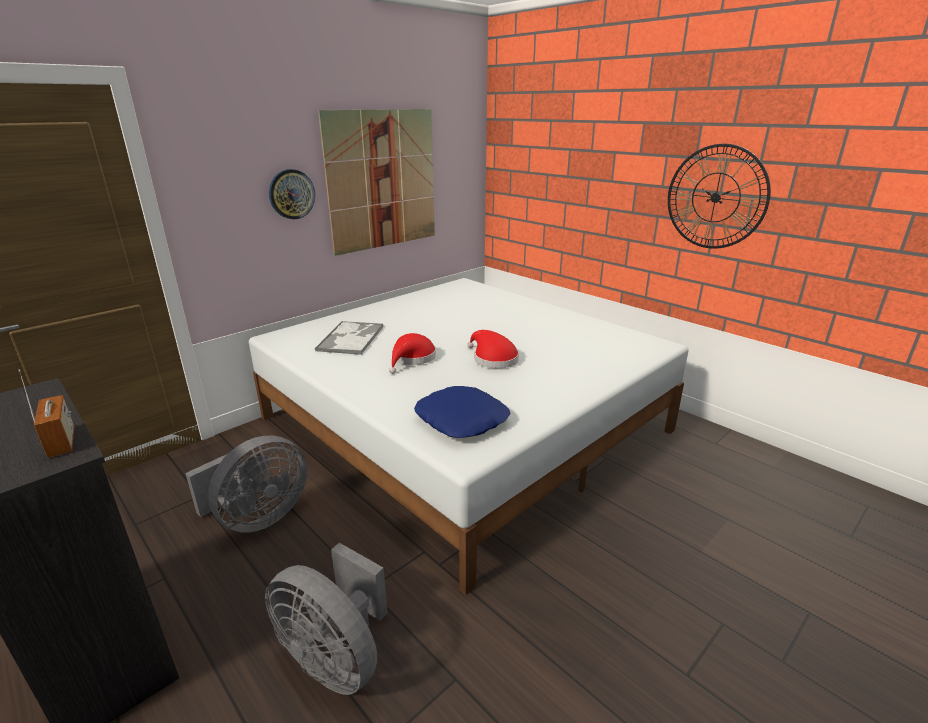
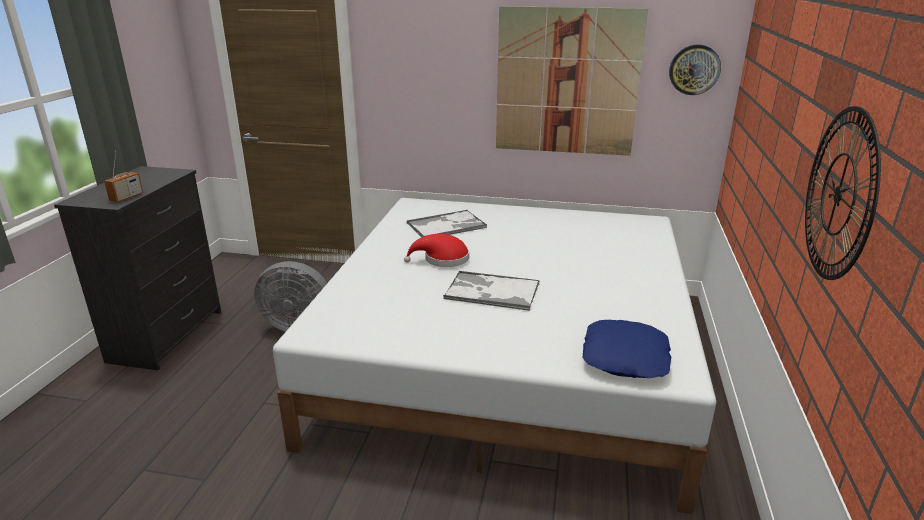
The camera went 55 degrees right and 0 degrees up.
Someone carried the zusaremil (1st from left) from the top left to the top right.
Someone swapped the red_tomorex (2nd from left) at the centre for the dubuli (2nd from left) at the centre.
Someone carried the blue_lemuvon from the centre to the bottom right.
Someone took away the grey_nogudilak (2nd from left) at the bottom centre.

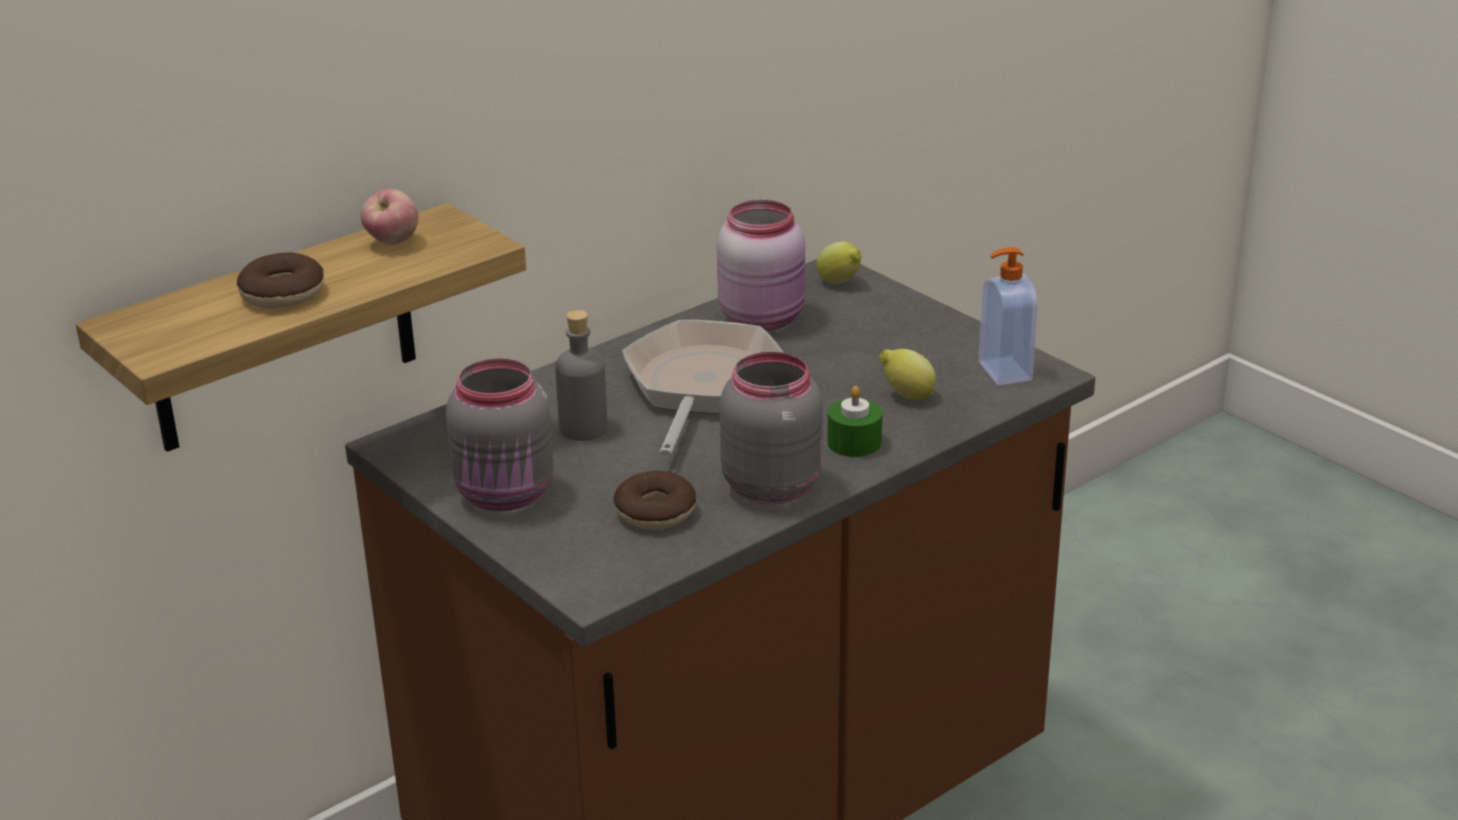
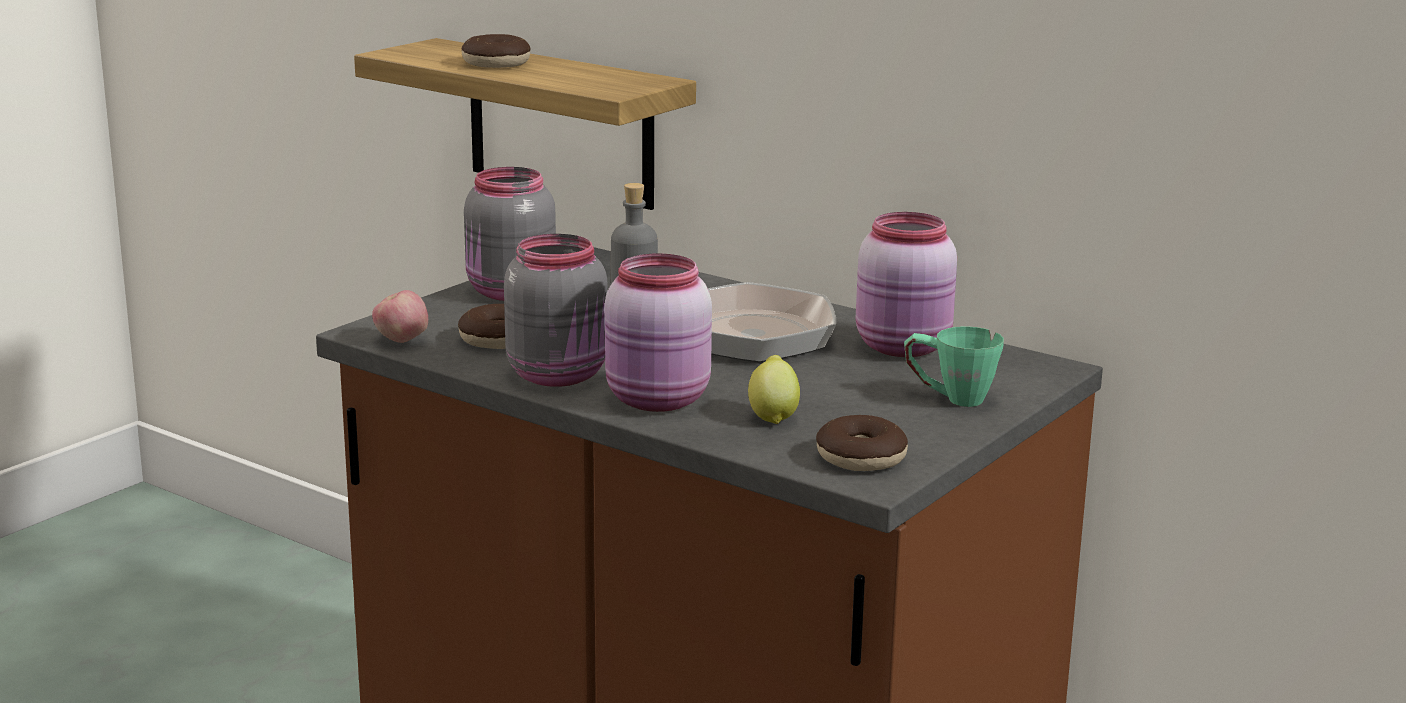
The camera went 75 degrees right and 10 degrees down.
Someone carried the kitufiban from the top left to the middle left.
Someone took away the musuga (1st from left) at the top centre.
Someone swapped the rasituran at the middle right for the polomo (3rd from left) at the centre.
Someone swapped the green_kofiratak at the centre for the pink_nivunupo (1st from left) at the centre.
Someone put down the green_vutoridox at the middle right.

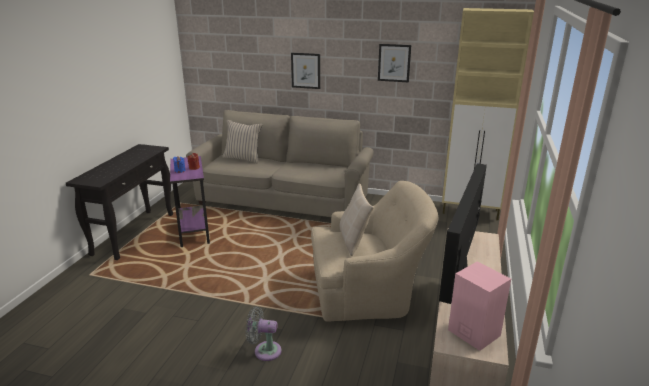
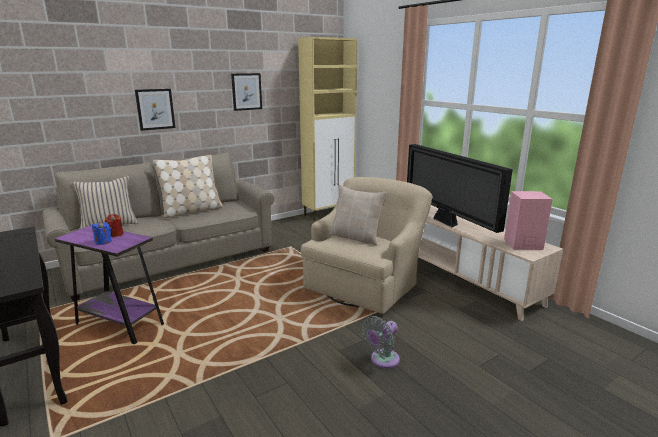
The camera went 50 degrees left and 5 degrees down.
Someone put down the beige_lemuvon (2nd from left) at the middle left.

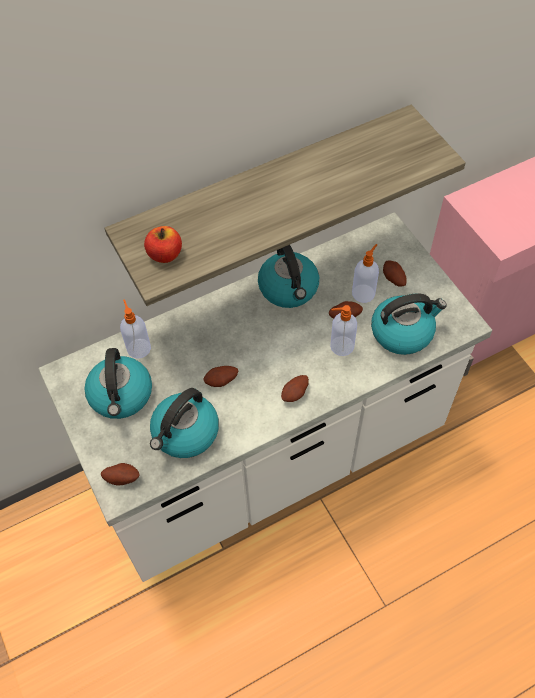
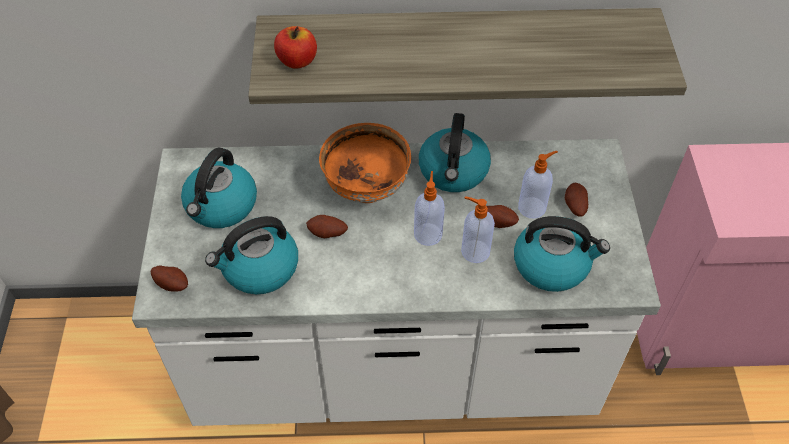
The camera went 25 degrees right and 5 degrees down.
Someone carried the rasituran (1st from left) from the middle left to the centre.
Someone took away the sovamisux (3rd from left) at the centre.
Someone put down the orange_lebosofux at the centre.

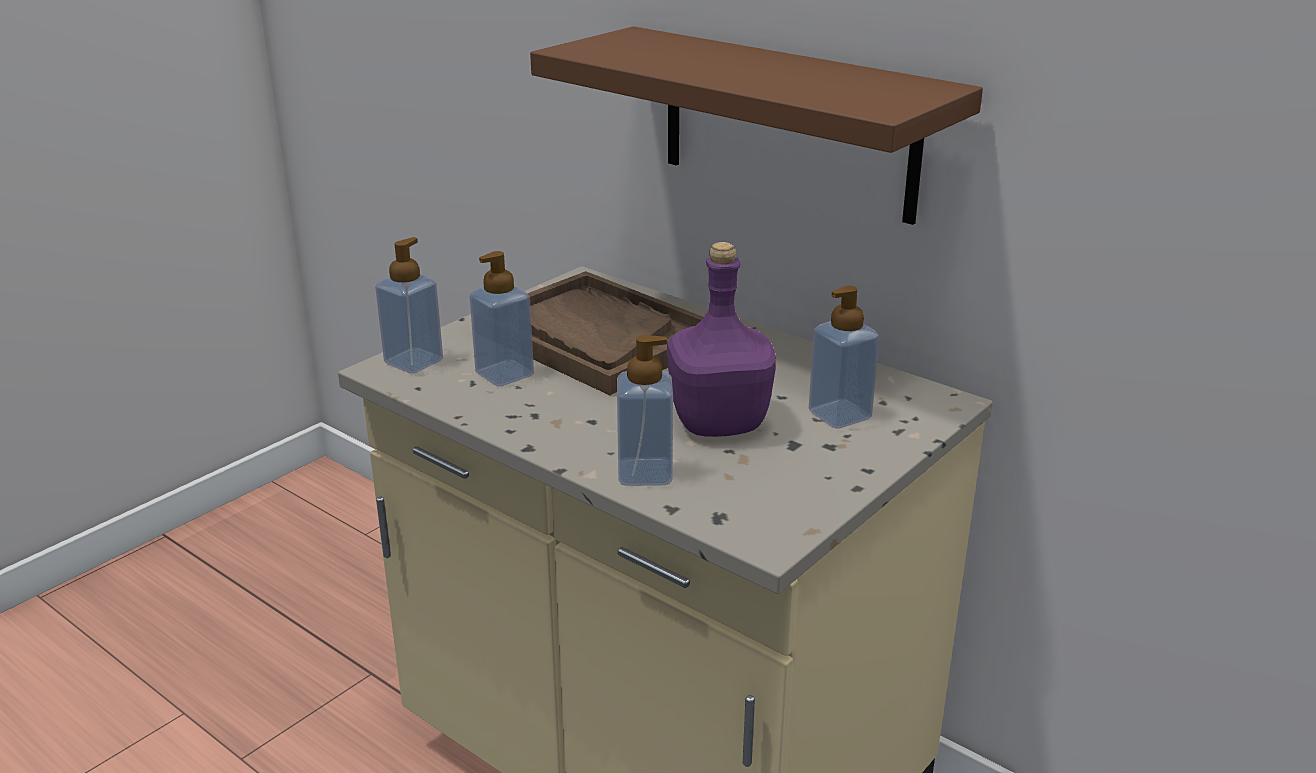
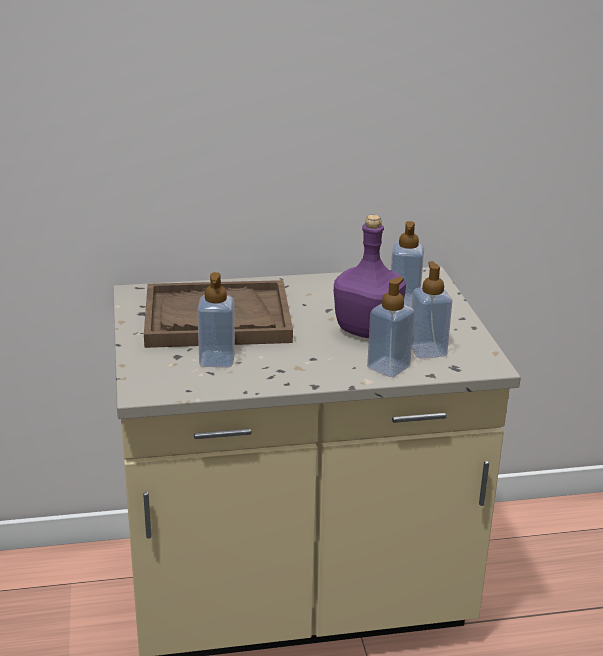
The camera went 50 degrees left and 0 degrees up.
Someone took away the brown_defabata at the top centre.
Someone carried the rasituran (1st from left in the first image) from the middle left to the middle right.

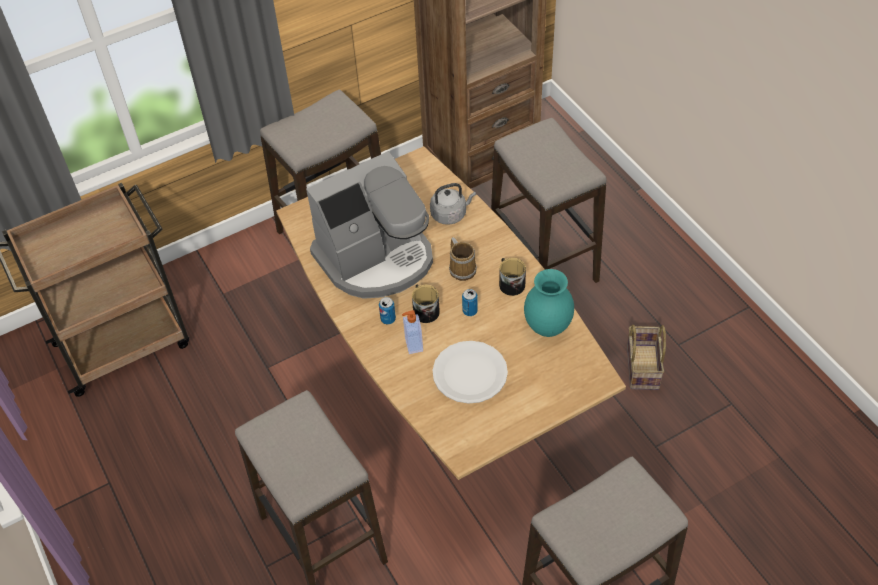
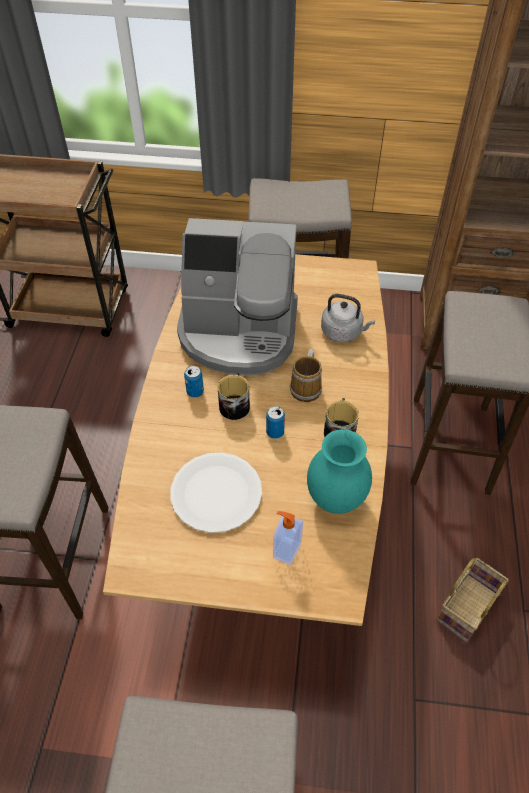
The camera went 35 degrees right and 0 degrees up.
Someone carried the rasituran from the centre to the bottom centre.

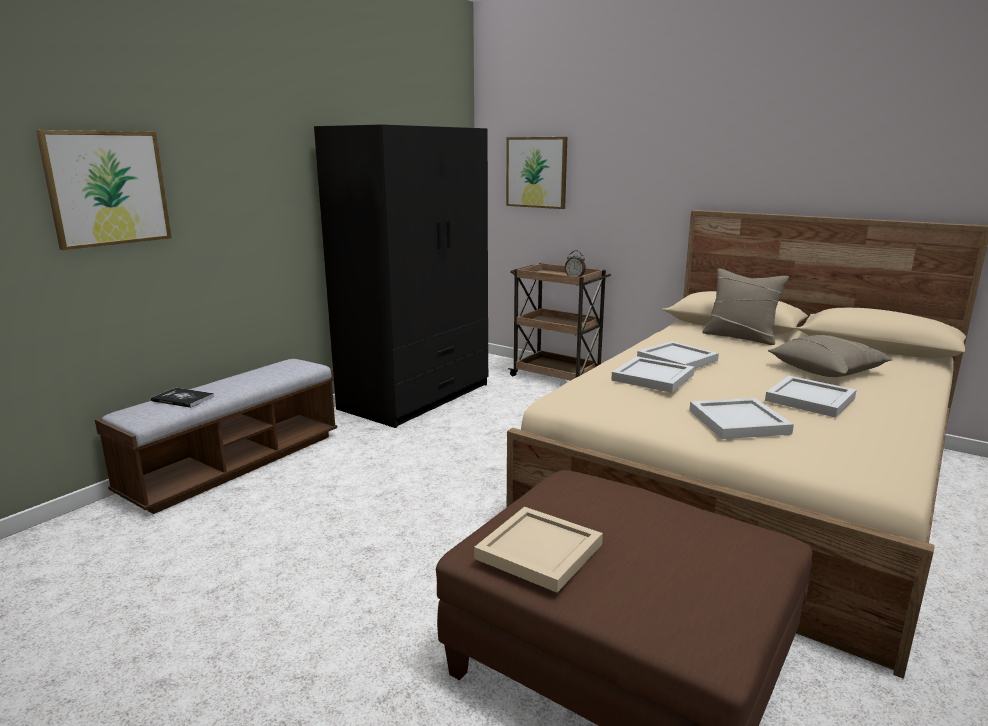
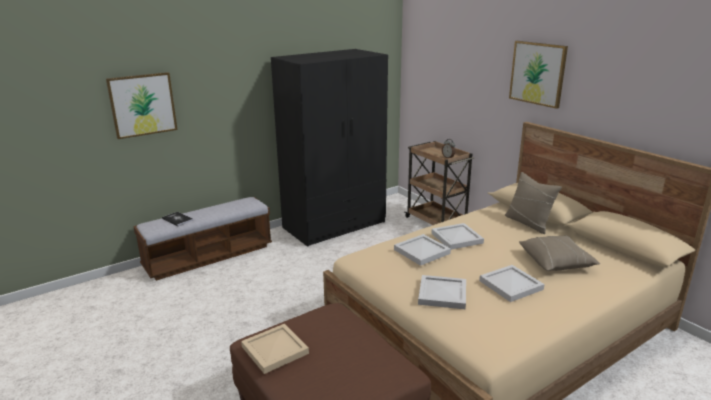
The camera went 20 degrees right and 5 degrees up.
Someone carried the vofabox (2nd from left) from the top centre to the top right.

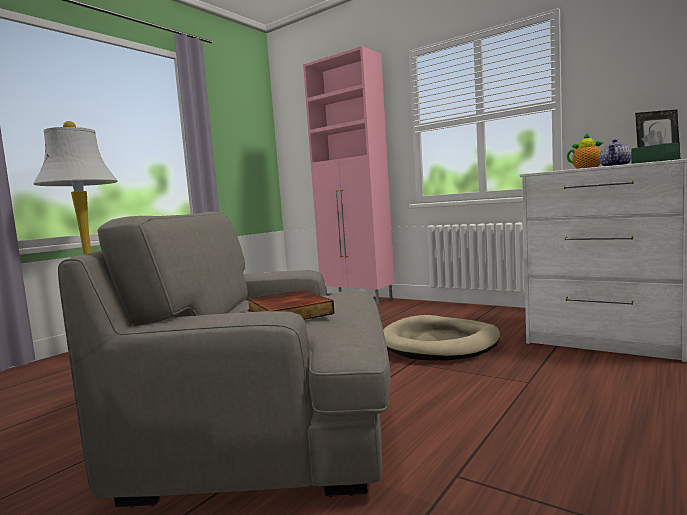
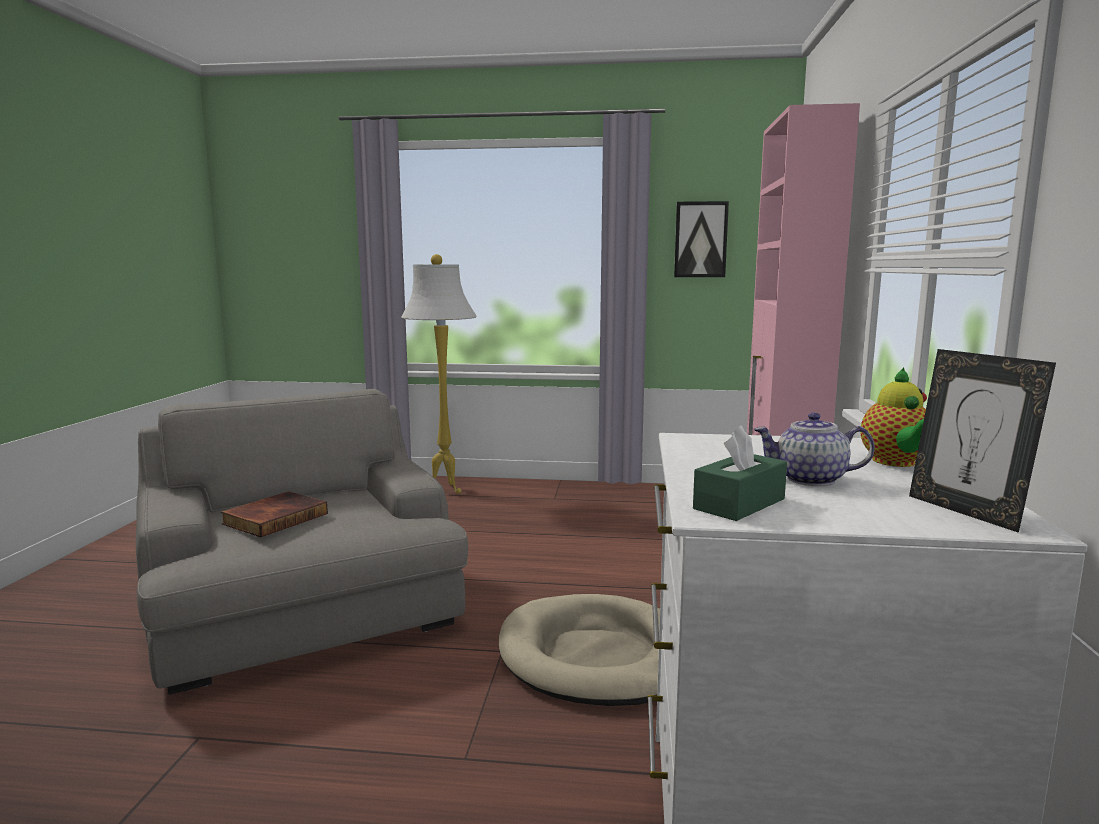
The camera went 60 degrees right and 5 degrees up.
Someone put up the vofabox at the top centre.

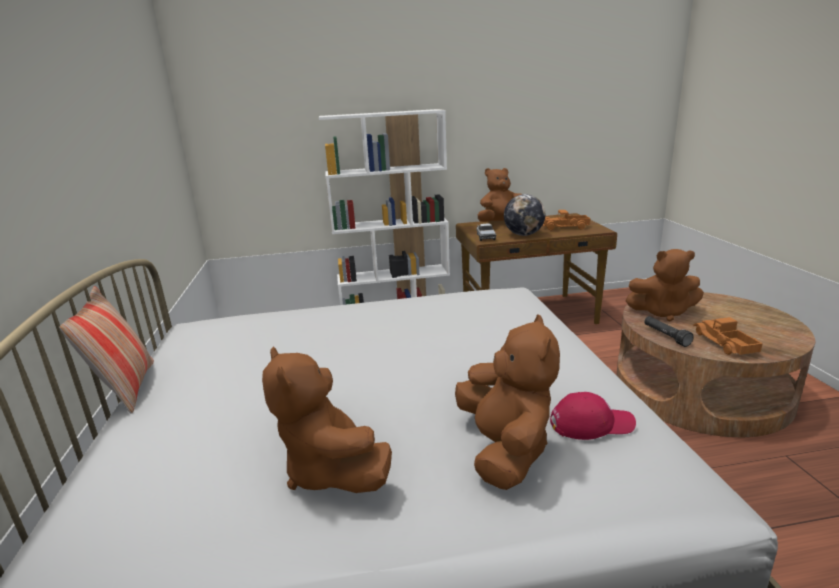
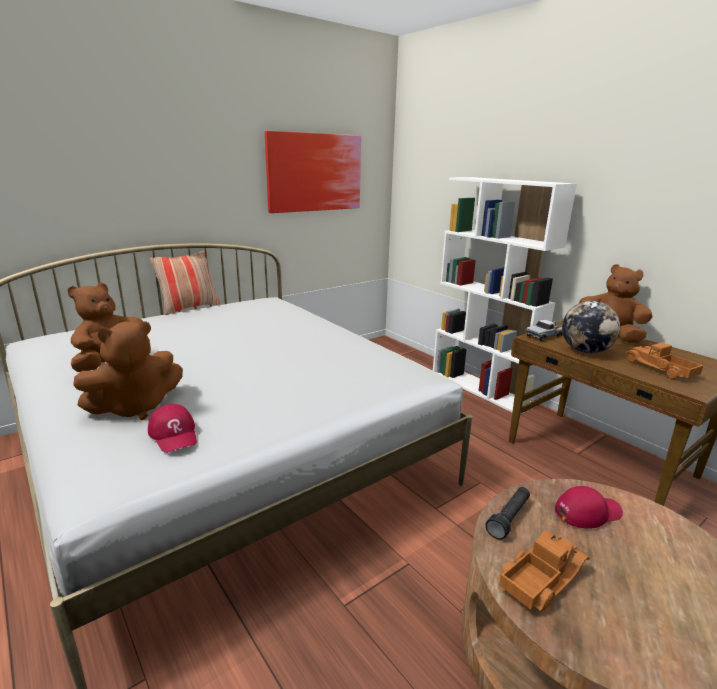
The camera went 60 degrees right and 0 degrees up.
Someone swapped the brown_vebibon (4th from left) at the middle right for the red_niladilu (2nd from left) at the bottom right.
Someone put up the vofabox at the top centre.

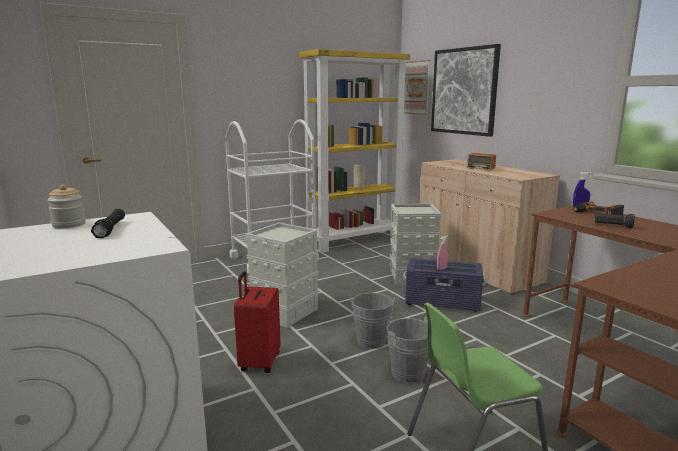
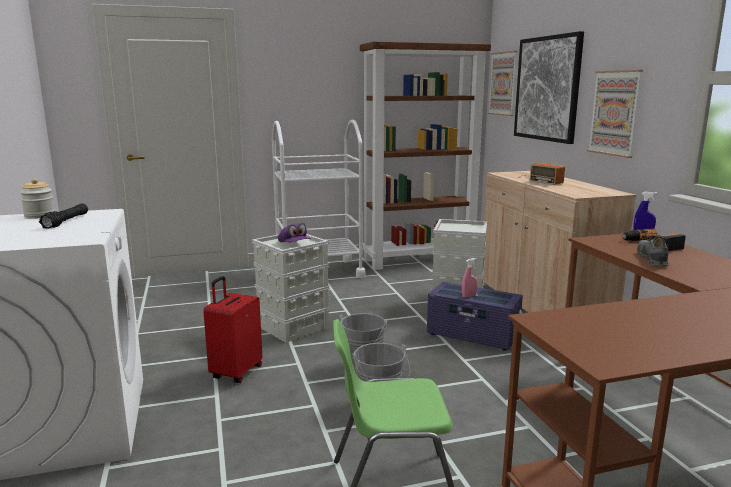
The camera went 15 degrees right and 0 degrees up.
Someone repainted the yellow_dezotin at the centre, which became the brown_dezotin at the top centre.
Someone swapped the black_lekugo (2nd from left) at the middle right for the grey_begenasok at the middle right.
Someone put up the vofabox (3rd from left) at the top right.
Someone put down the purple_niladilu at the centre.

